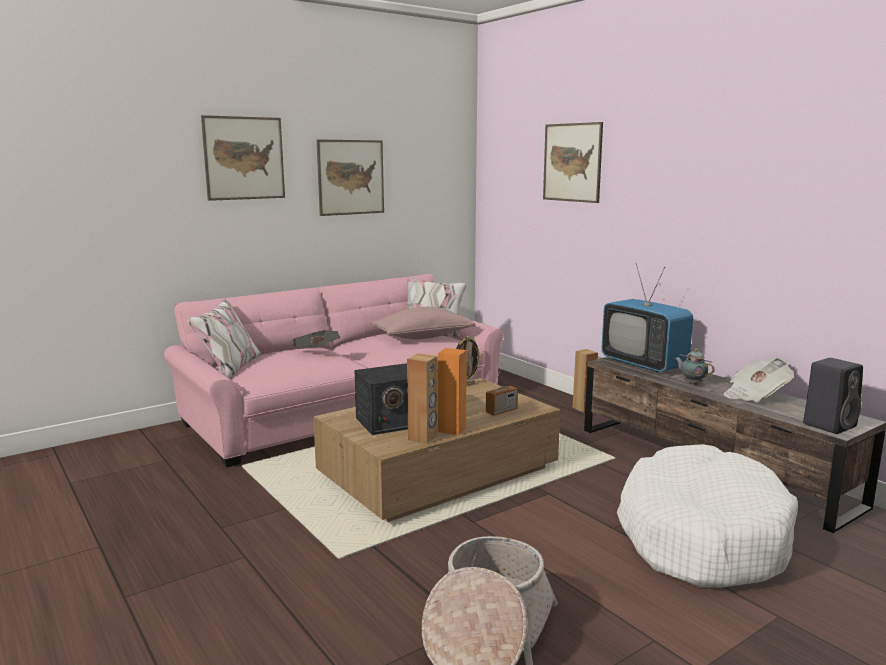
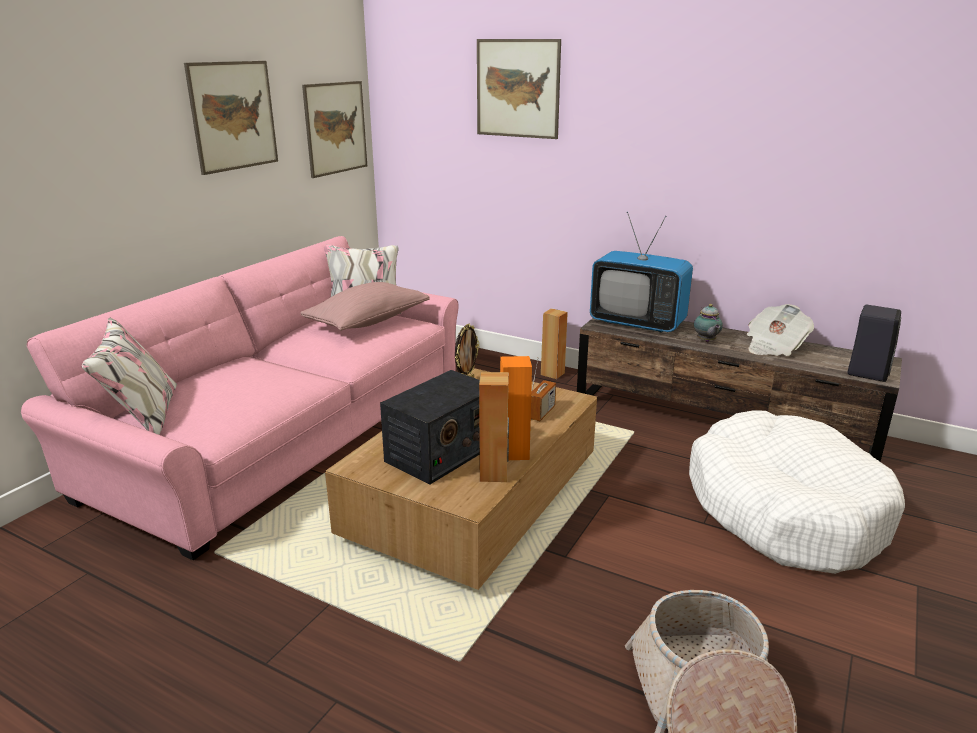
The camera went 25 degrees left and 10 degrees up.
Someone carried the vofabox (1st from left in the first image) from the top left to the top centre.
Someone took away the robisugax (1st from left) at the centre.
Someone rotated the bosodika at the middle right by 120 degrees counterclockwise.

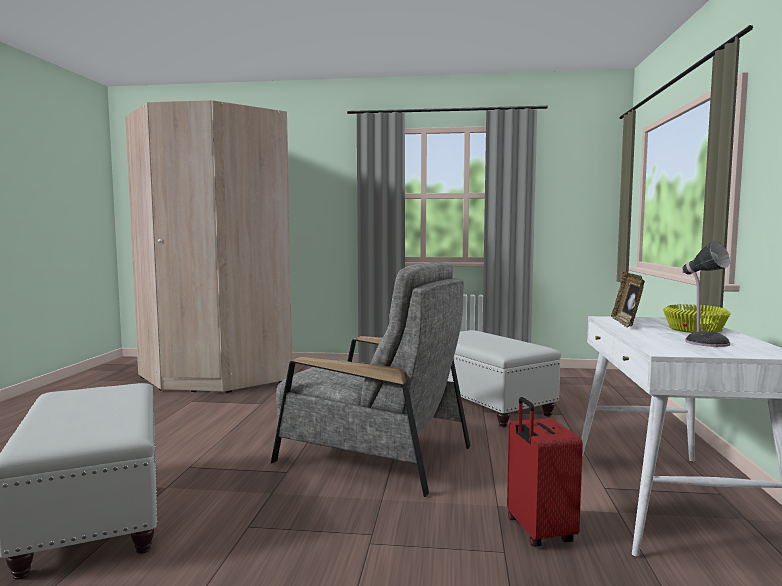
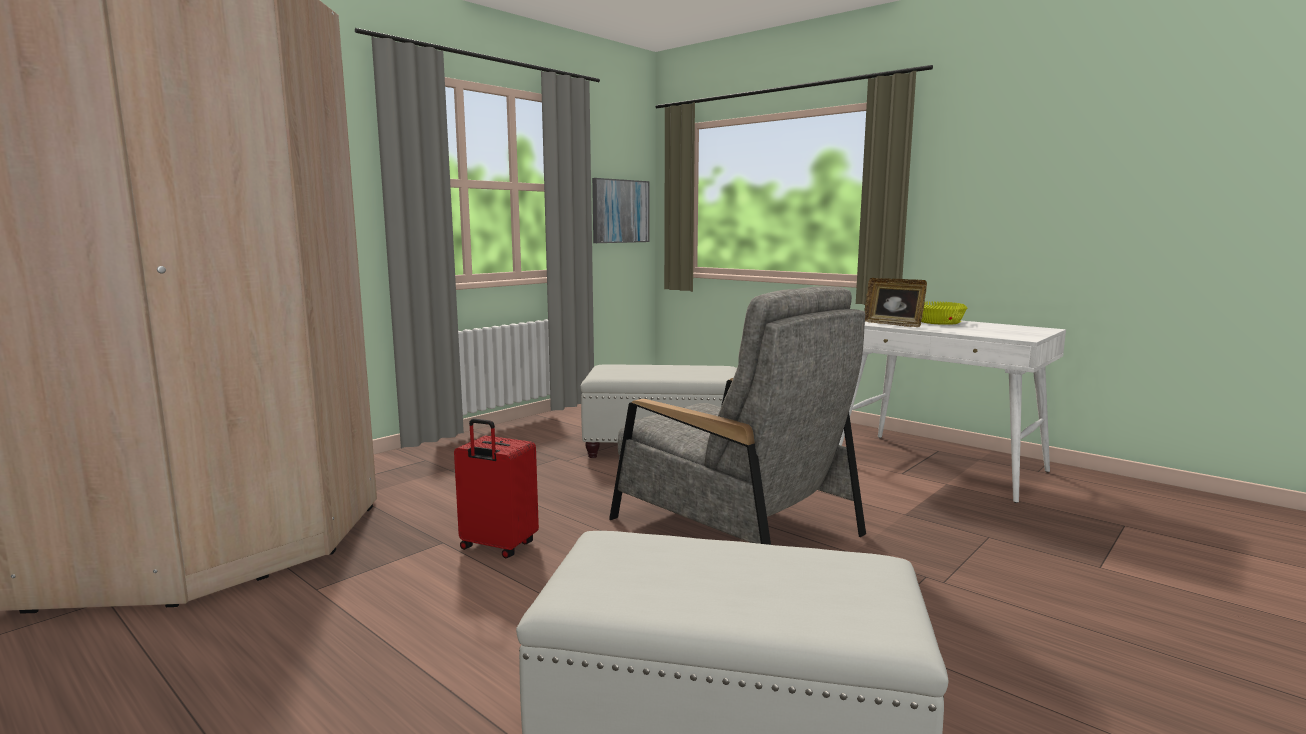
The camera went 55 degrees left and 5 degrees up.
Someone took away the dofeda at the middle right.
Someone rotated the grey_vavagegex at the centre by 75 degrees clockwise.
Someone carried the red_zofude from the bottom right to the centre.
Someone put up the vofabox at the top centre.

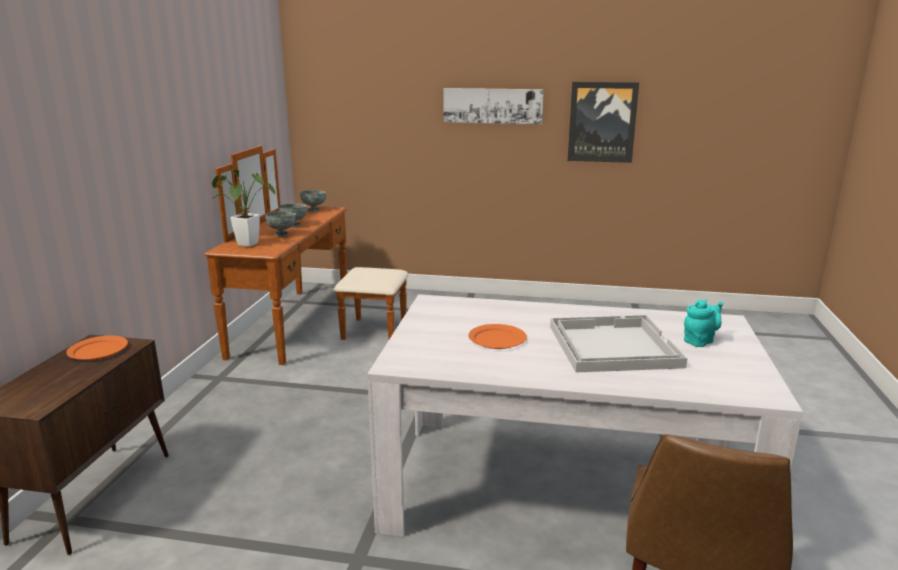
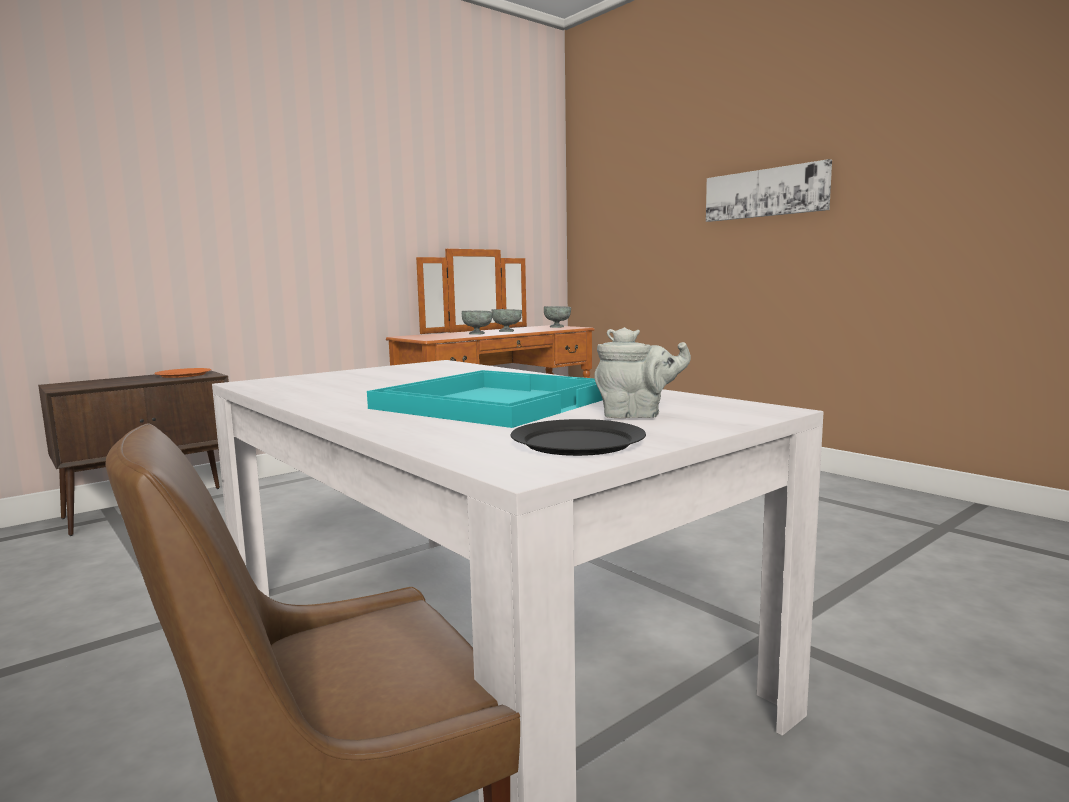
The camera went 40 degrees right and 10 degrees down.
Someone took away the vofabox (2nd from left) at the top right.
Someone took away the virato at the middle left.
Someone repainted the turquoise_bosodika at the middle right, which became the grey_bosodika at the centre.
Someone repainted the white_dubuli at the middle right, which became the turquoise_dubuli at the centre.
Someone took away the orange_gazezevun (2nd from left) at the centre.
Someone put down the black_gazezevun at the centre.

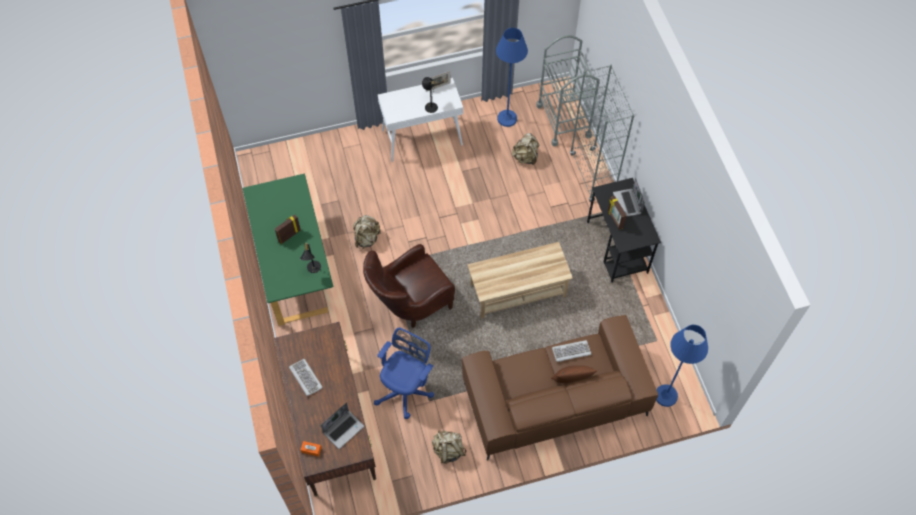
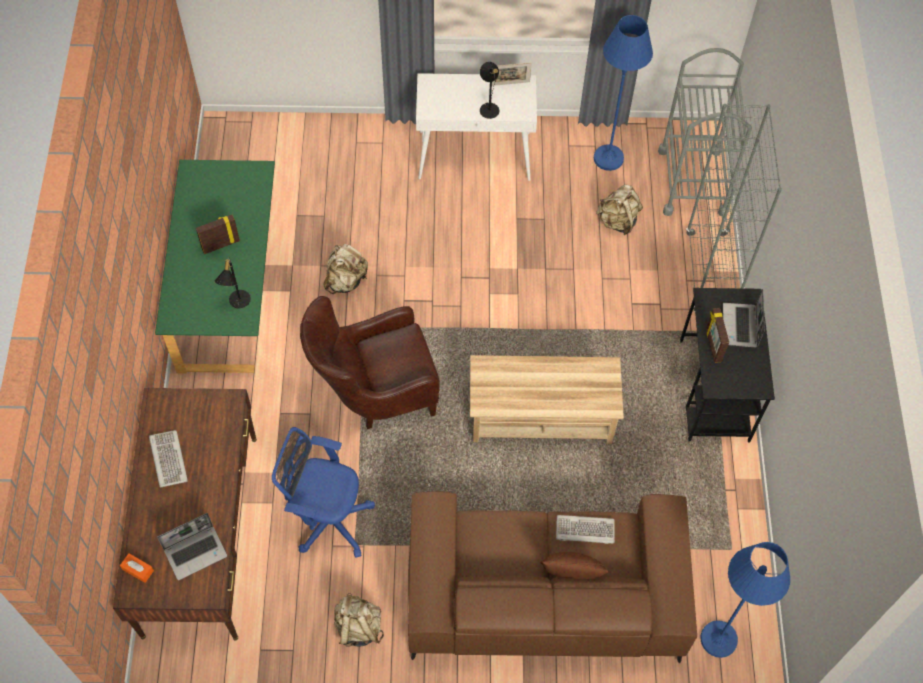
The camera went 15 degrees right and 0 degrees up.
Someone rotated the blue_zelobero at the bottom centre by 120 degrees counterclockwise.

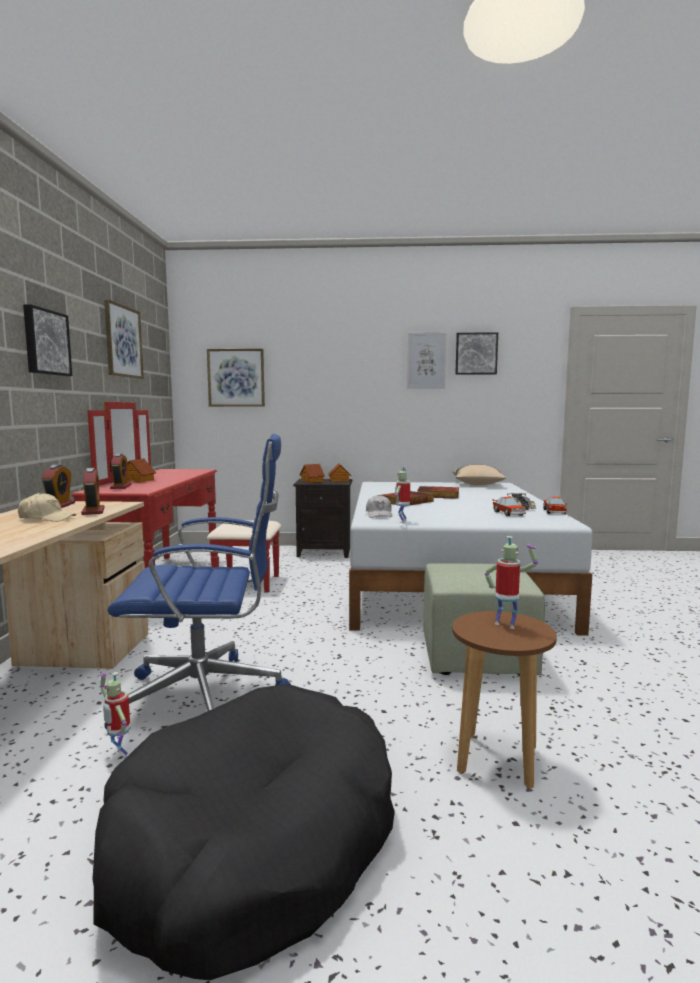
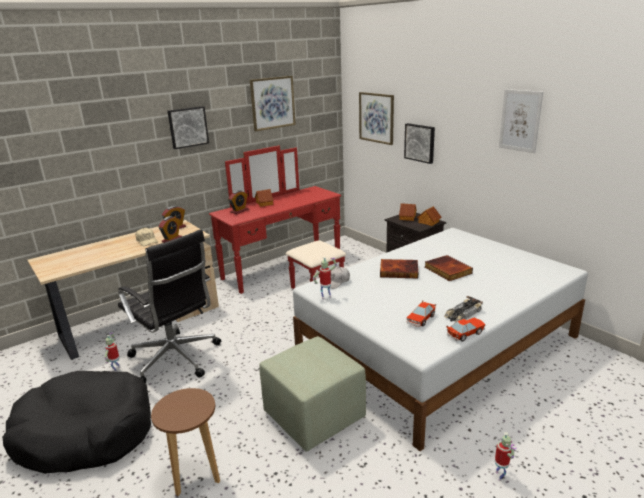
The camera went 50 degrees right and 15 degrees up.
Someone carried the vofabox (5th from left in the first image) from the middle right to the top centre.
Someone repainted the blue_zelobero at the middle left, which became the black_zelobero at the middle left.
Someone took away the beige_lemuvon at the middle right.
Someone carried the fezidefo (3rd from left) from the middle right to the bottom right.

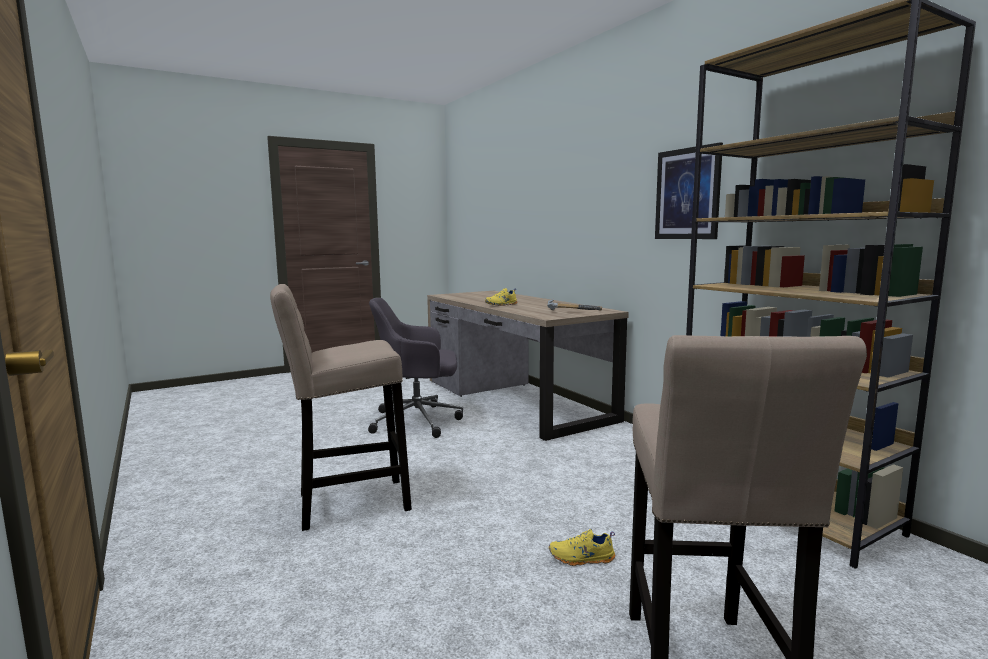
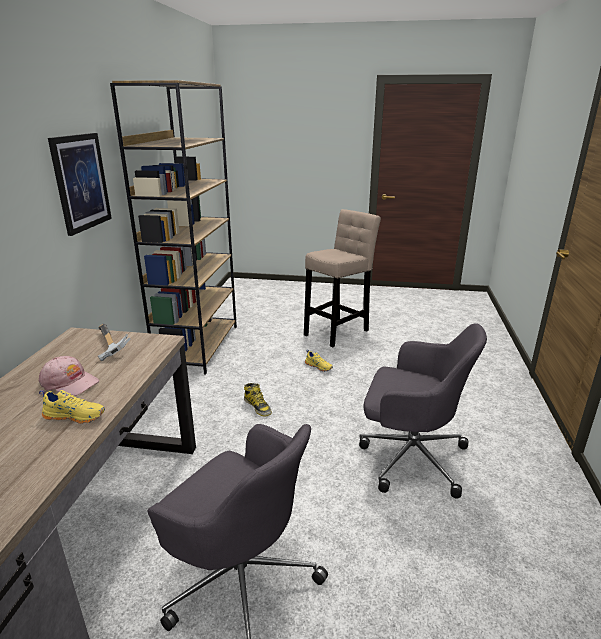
The camera went 140 degrees left and 15 degrees up.
Someone swapped the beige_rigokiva (1st from left) at the centre for the grey_zelobero (2nd from left) at the middle right.
Someone put down the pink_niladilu at the middle left.
Someone put down the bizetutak at the centre.

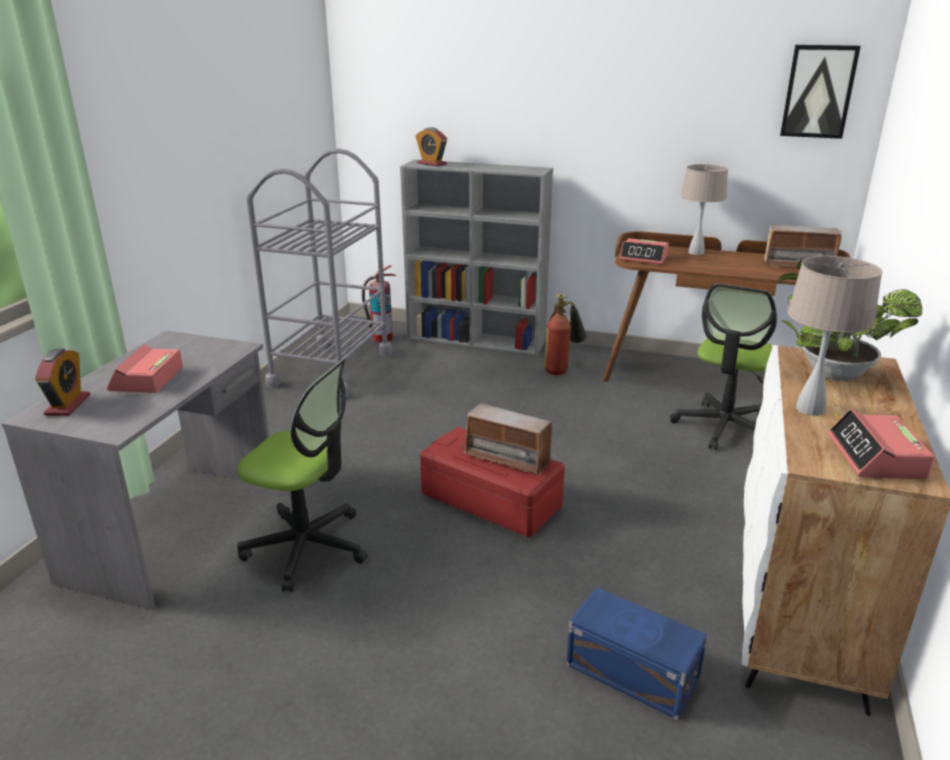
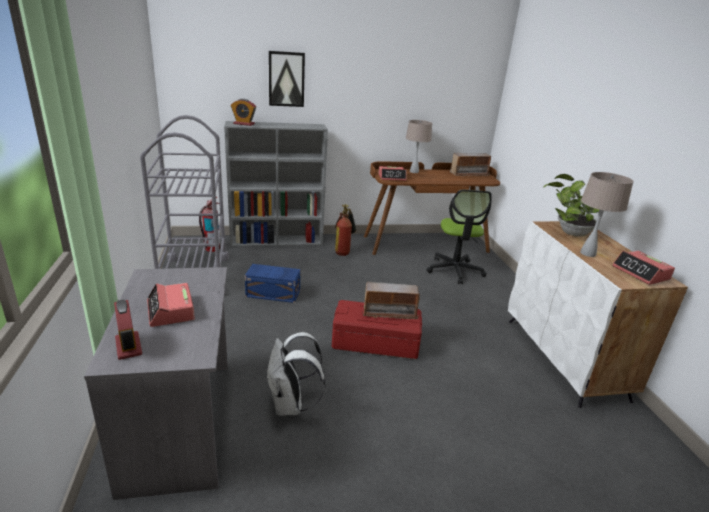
The camera went 30 degrees left and 0 degrees up.
Someone carried the vofabox from the top right to the top centre.
Someone swapped the zelobero (1st from left) at the middle left for the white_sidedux at the bottom centre.
Someone carried the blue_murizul from the bottom right to the centre.

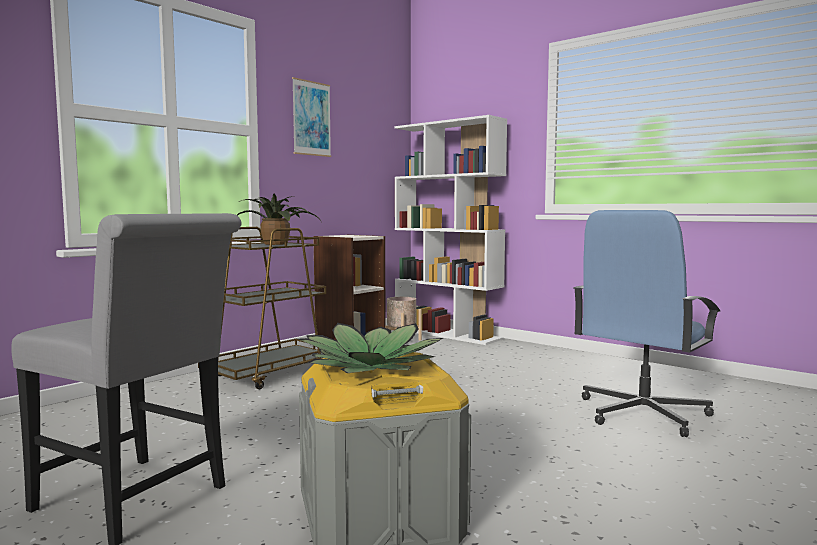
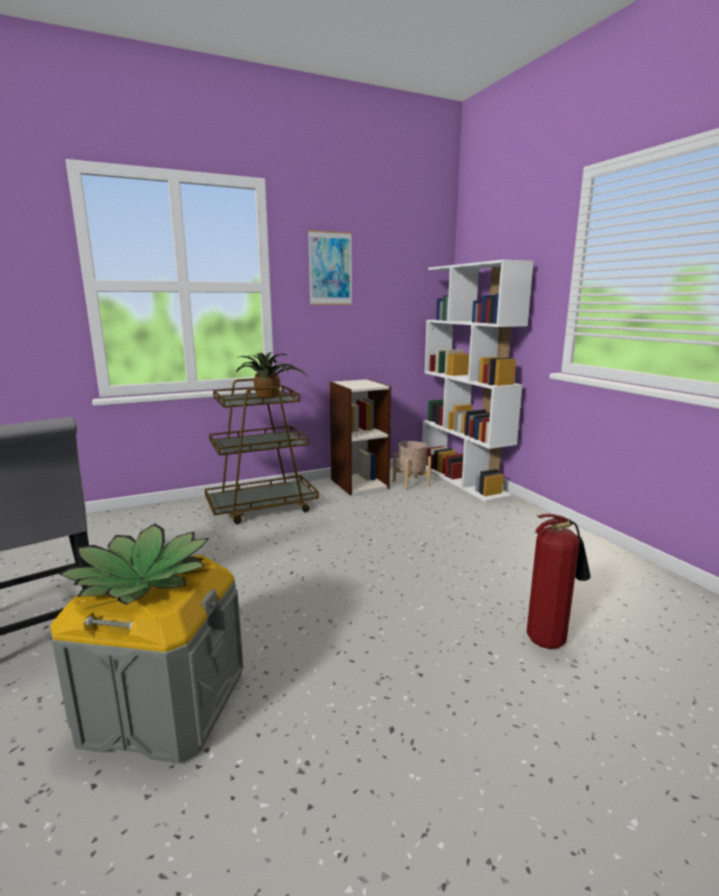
The camera went 25 degrees right and 10 degrees up.
Someone swapped the blue_zelobero at the middle right for the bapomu at the middle right.

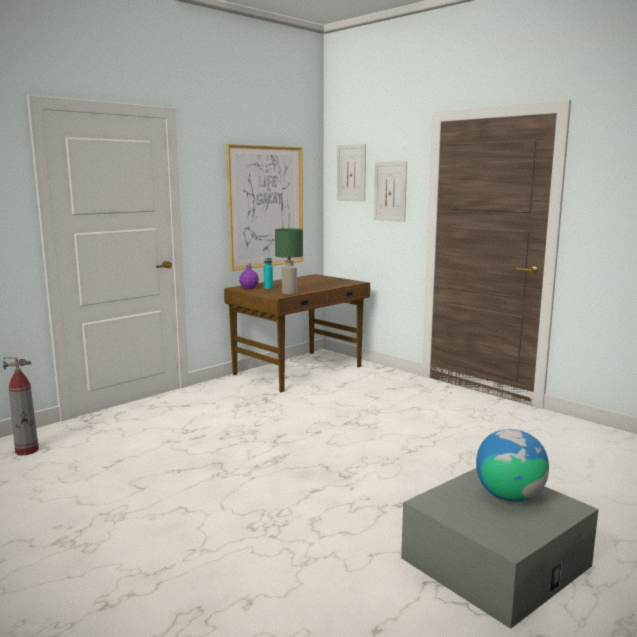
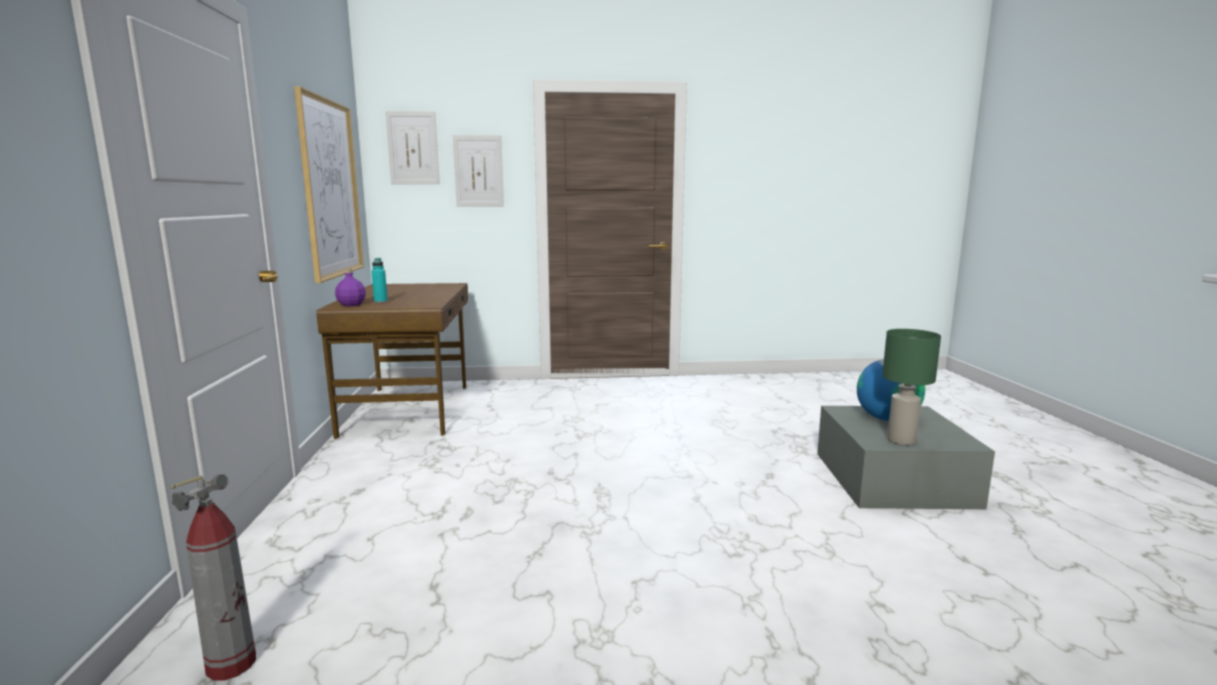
The camera went 50 degrees left and 0 degrees up.
Someone carried the green_dofeda from the centre to the middle right.

